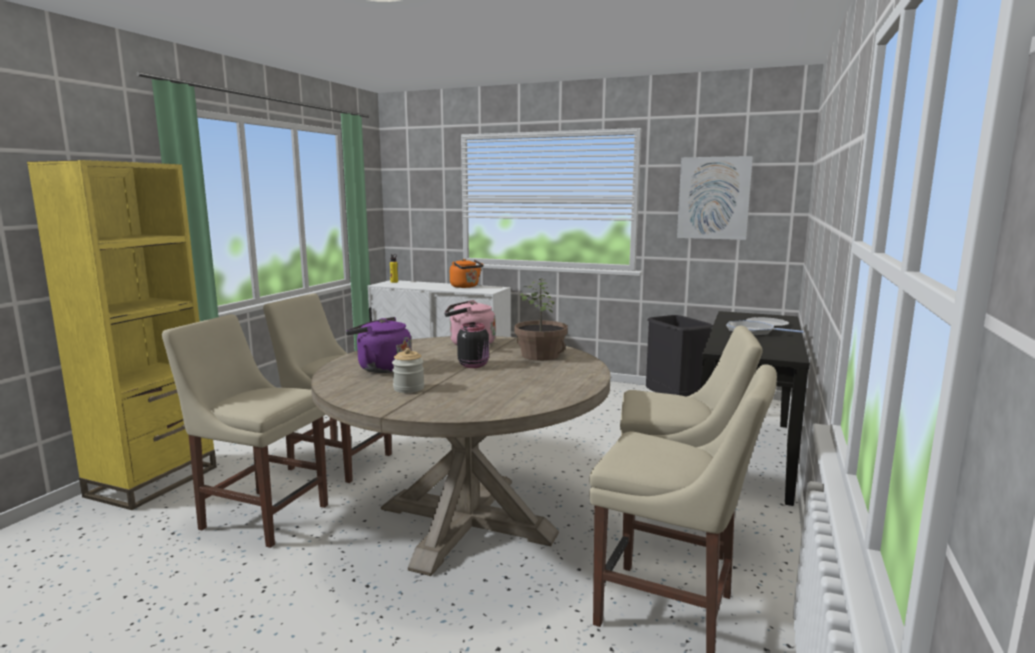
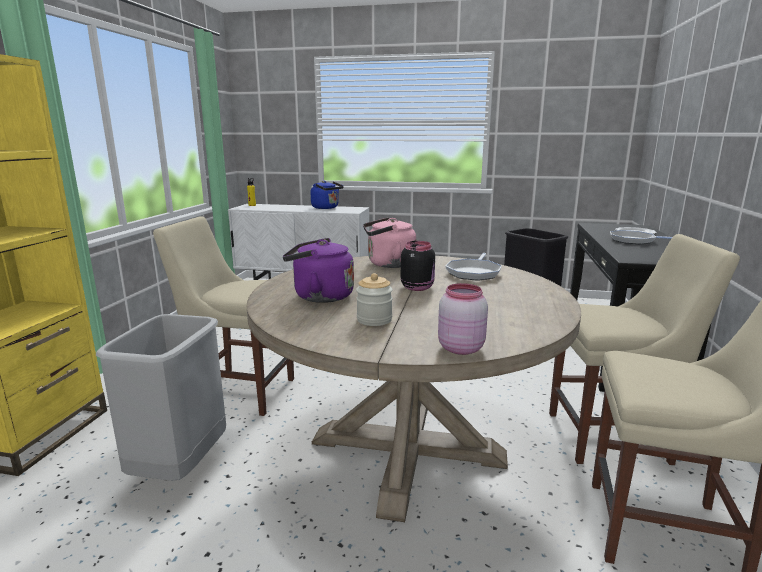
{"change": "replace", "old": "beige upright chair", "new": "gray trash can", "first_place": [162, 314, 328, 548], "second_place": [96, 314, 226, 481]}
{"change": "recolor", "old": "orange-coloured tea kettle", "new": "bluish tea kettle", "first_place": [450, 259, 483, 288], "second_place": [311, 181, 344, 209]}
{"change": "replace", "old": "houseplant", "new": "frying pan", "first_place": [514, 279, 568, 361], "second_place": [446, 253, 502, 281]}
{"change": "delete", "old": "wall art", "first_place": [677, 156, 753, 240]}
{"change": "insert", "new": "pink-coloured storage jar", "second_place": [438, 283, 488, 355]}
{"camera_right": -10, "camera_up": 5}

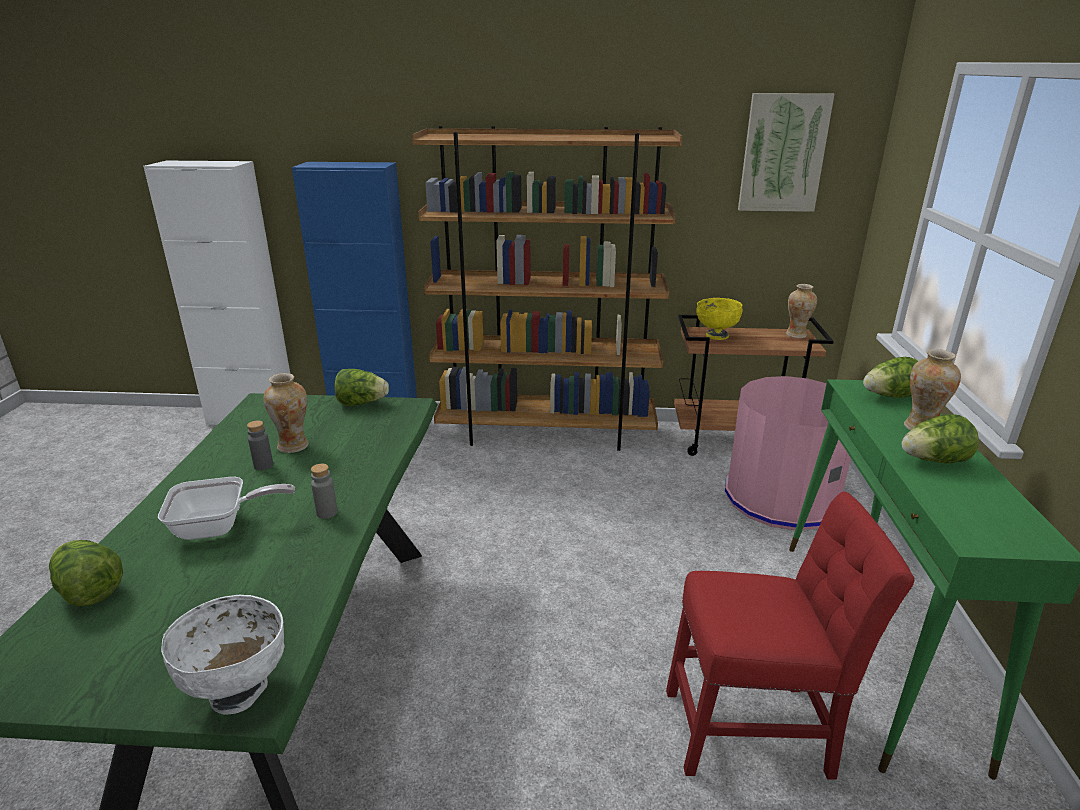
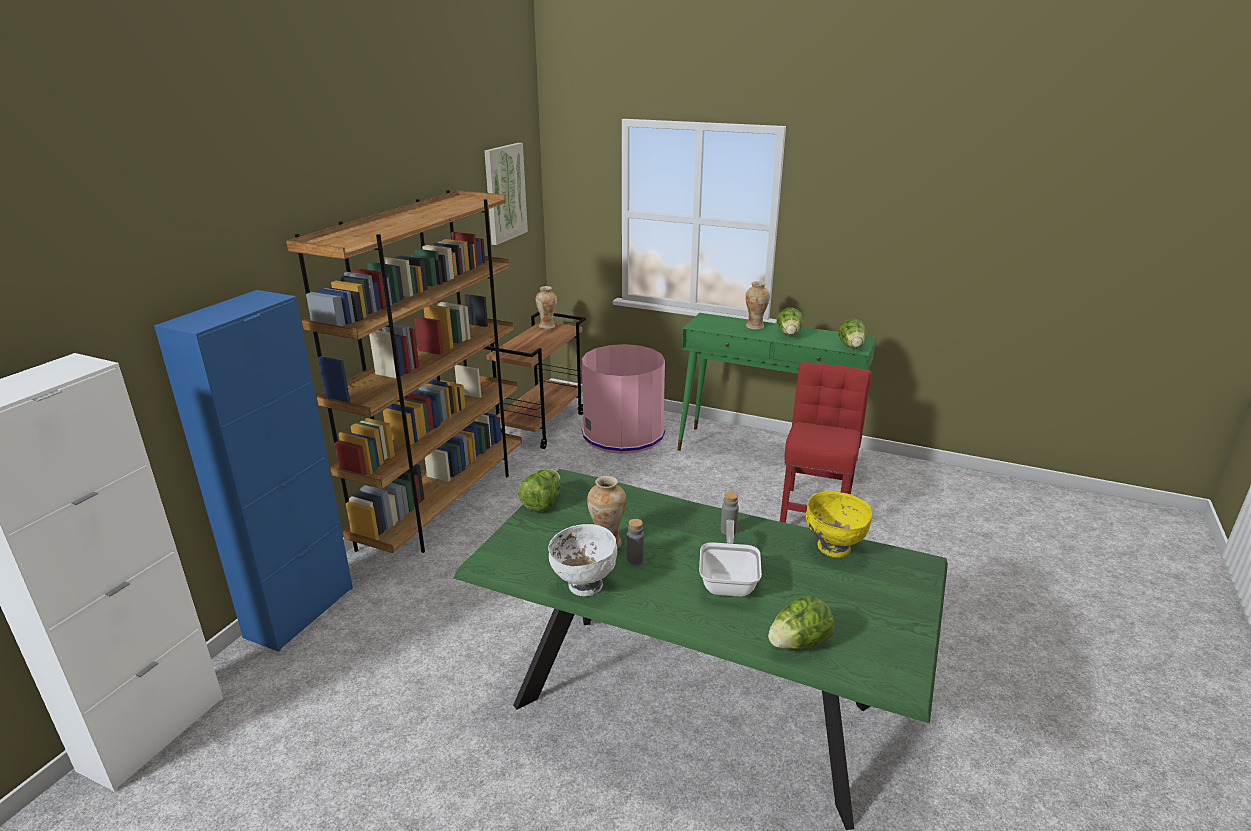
{"change": "move", "old": "white-coloured serving bowl", "first_place": [161, 595, 285, 715], "second_place": [548, 524, 617, 596]}
{"change": "move", "old": "yellowish serving bowl", "first_place": [696, 298, 743, 340], "second_place": [806, 491, 872, 557]}
{"change": "move", "old": "lettuce head", "first_place": [863, 357, 918, 398], "second_place": [839, 319, 867, 348]}
{"camera_right": -70, "camera_up": 0}

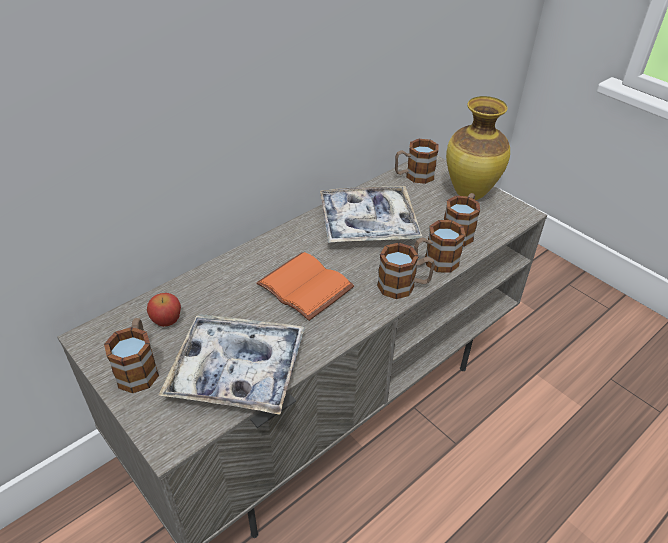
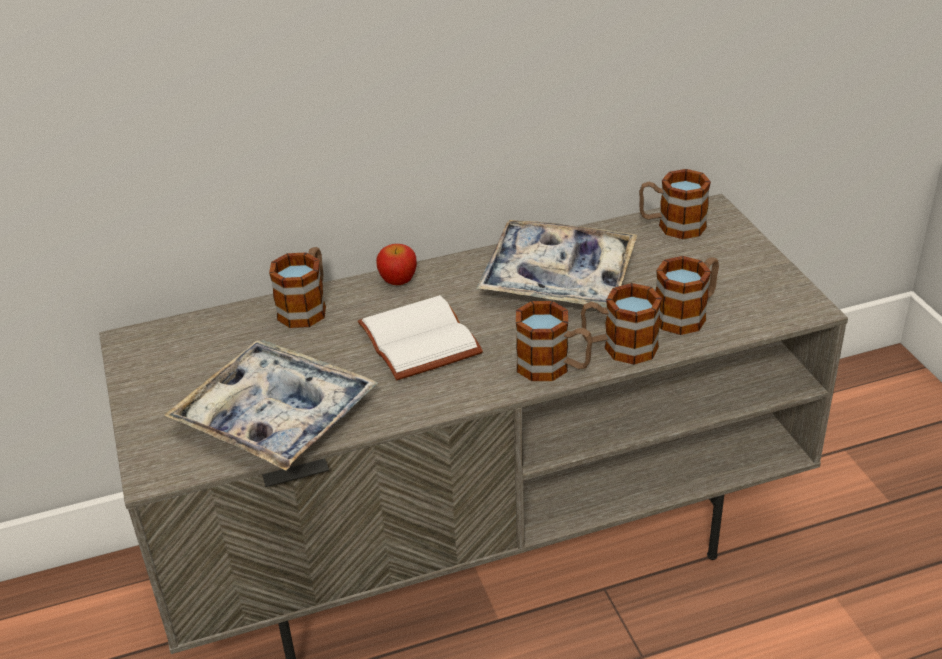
{"change": "move", "old": "mug", "first_place": [104, 318, 159, 393], "second_place": [269, 247, 326, 328]}
{"change": "move", "old": "apple", "first_place": [147, 293, 181, 327], "second_place": [376, 244, 417, 285]}
{"change": "recolor", "old": "orange-coloured book", "new": "white-coloured book", "first_place": [256, 252, 354, 321], "second_place": [358, 295, 483, 380]}
{"change": "delete", "old": "flower vase", "first_place": [446, 96, 510, 200]}
{"camera_right": 25, "camera_up": -5}

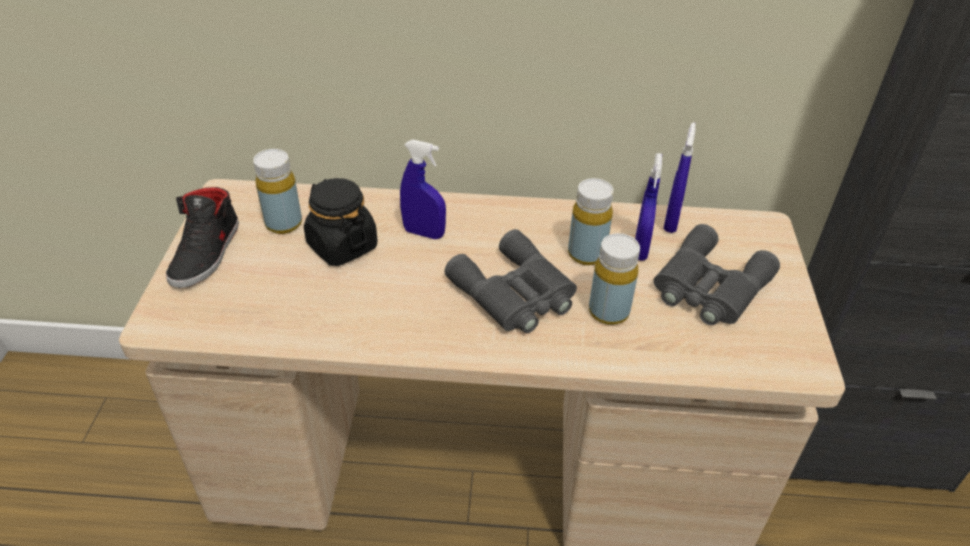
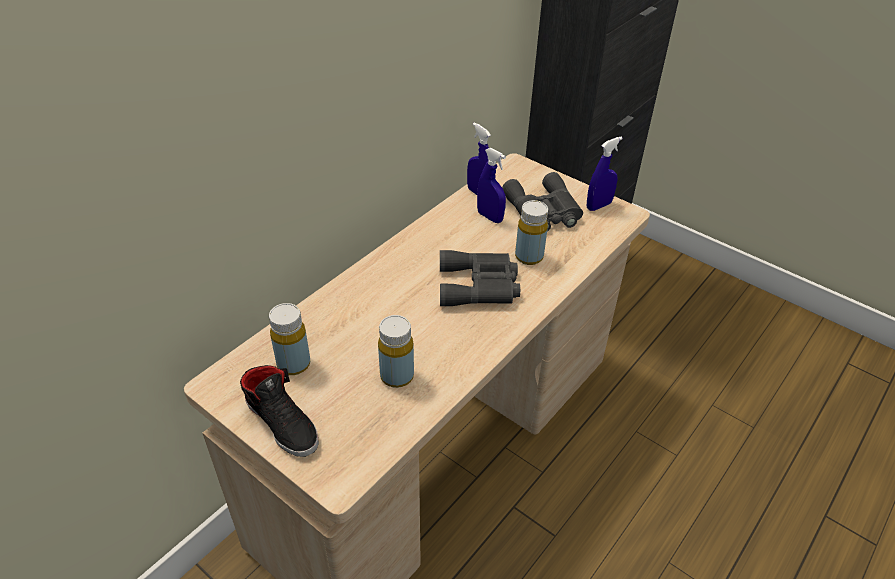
{"change": "delete", "old": "blackish storage jar", "first_place": [304, 178, 378, 266]}
{"change": "move", "old": "bluish spray bottle", "first_place": [400, 140, 446, 239], "second_place": [587, 136, 623, 211]}
{"change": "move", "old": "yellowish beverage bottle", "first_place": [568, 178, 614, 265], "second_place": [378, 315, 414, 388]}
{"camera_right": -55, "camera_up": 0}

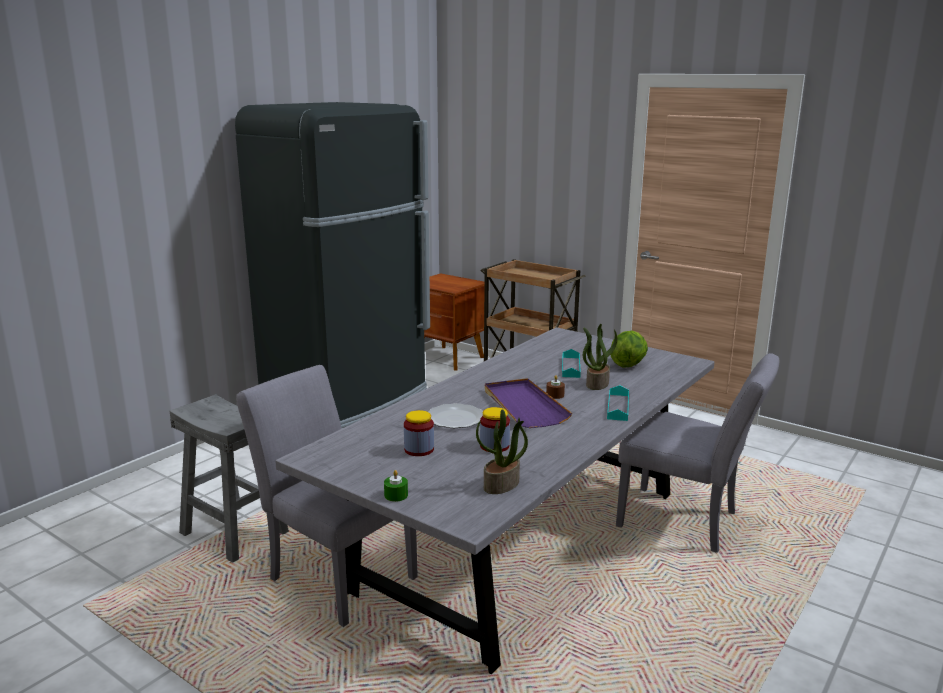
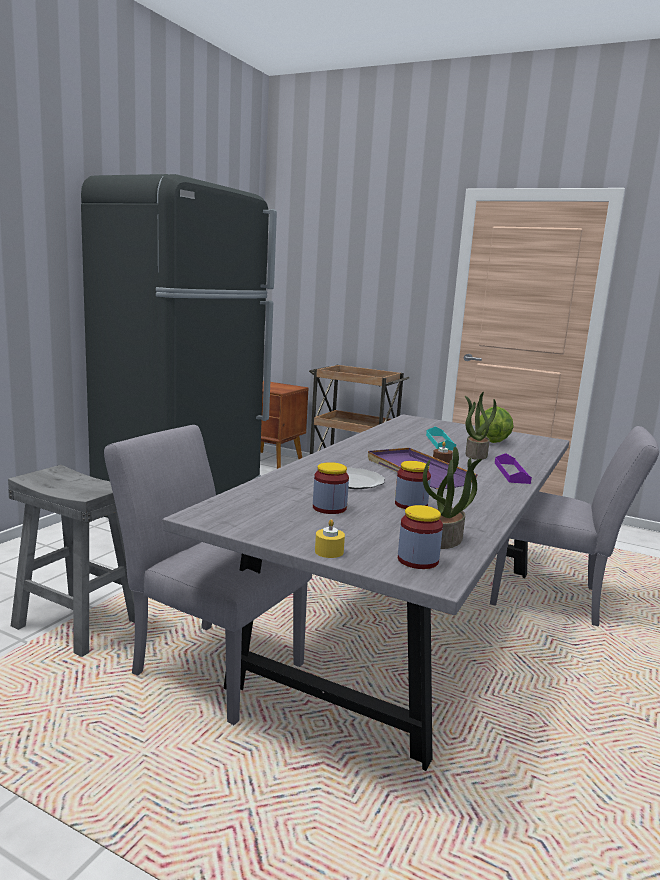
{"change": "recolor", "old": "green-coloured wax candle", "new": "yellowish wax candle", "first_place": [384, 470, 408, 502], "second_place": [315, 519, 345, 558]}
{"change": "recolor", "old": "blue-green serving tray", "new": "purple serving tray", "first_place": [607, 385, 629, 421], "second_place": [495, 453, 532, 484]}
{"change": "insert", "new": "storage jar", "second_place": [398, 505, 443, 569]}
{"camera_right": -10, "camera_up": -5}

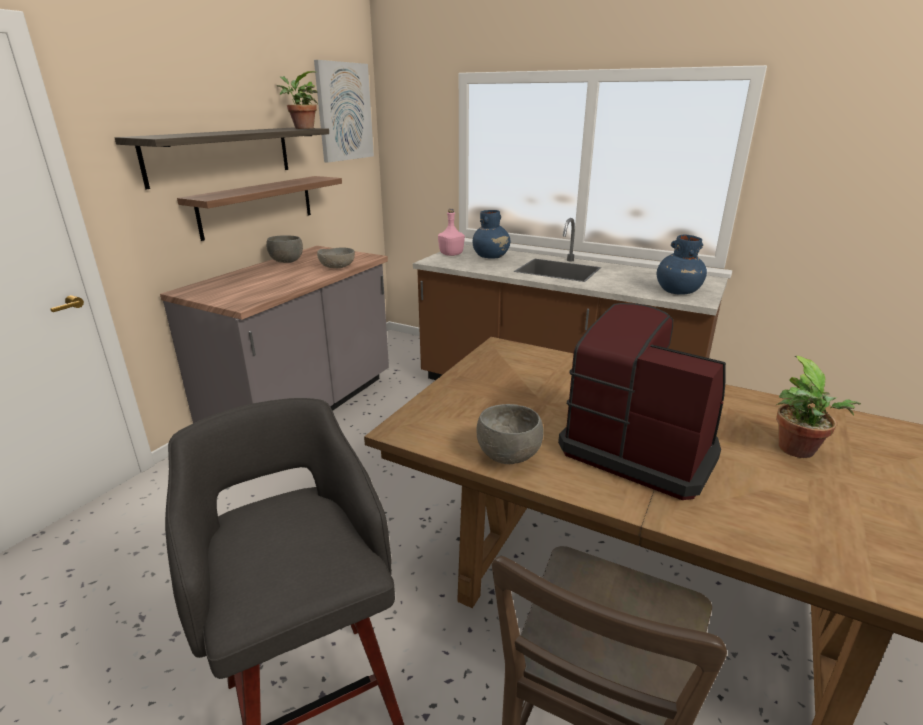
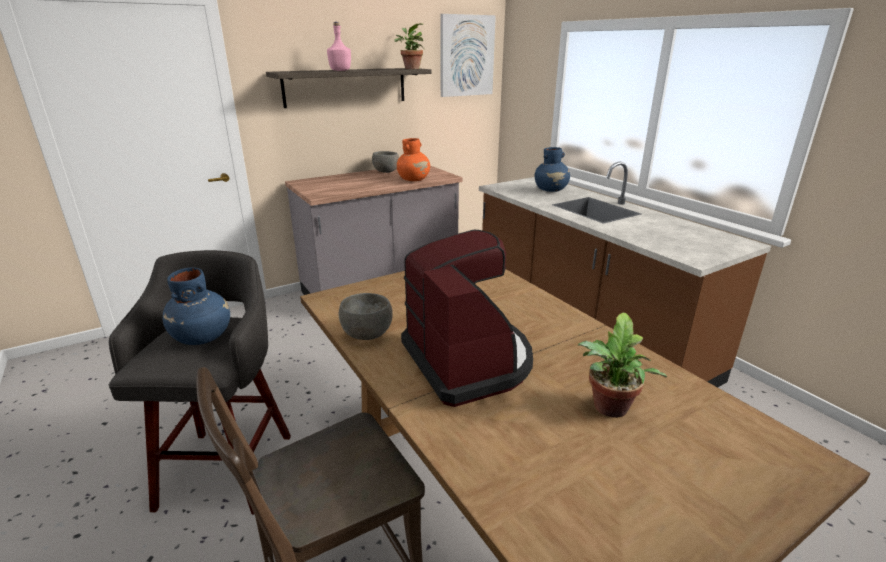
{"change": "delete", "old": "shelf", "first_place": [177, 176, 342, 241]}
{"change": "replace", "old": "gray serving bowl", "new": "orange-coloured flower vase", "first_place": [317, 248, 355, 268], "second_place": [397, 138, 430, 181]}
{"change": "move", "old": "pink-coloured beverage bottle", "first_place": [438, 209, 465, 256], "second_place": [327, 22, 351, 71]}
{"change": "move", "old": "bluish flower vase", "first_place": [656, 235, 707, 295], "second_place": [163, 267, 230, 345]}
{"camera_right": 30, "camera_up": 0}

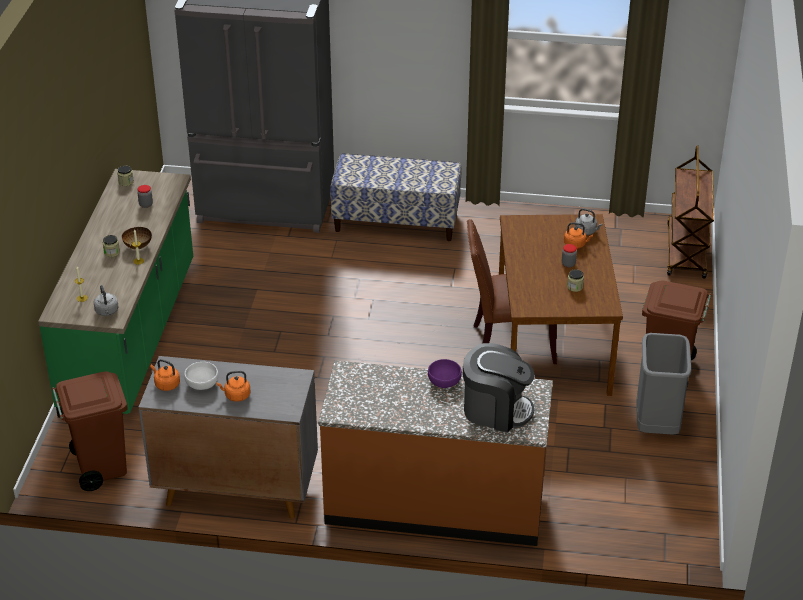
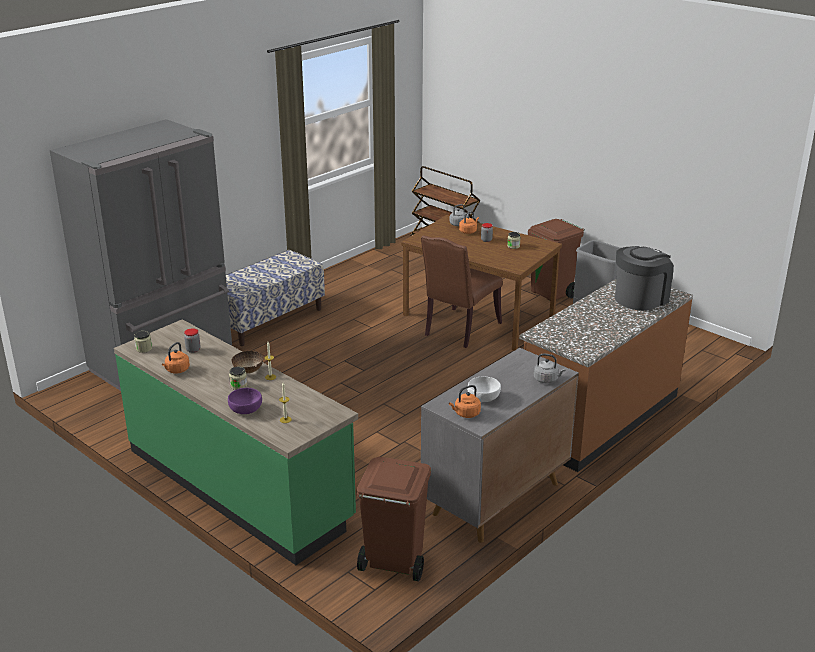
{"change": "move", "old": "gray tea kettle", "first_place": [94, 285, 119, 316], "second_place": [534, 353, 566, 383]}
{"change": "move", "old": "orange-coloured tea kettle", "first_place": [217, 371, 251, 402], "second_place": [162, 342, 190, 374]}
{"change": "move", "old": "purple serving bowl", "first_place": [428, 359, 462, 388], "second_place": [228, 388, 262, 414]}
{"camera_right": -55, "camera_up": -10}

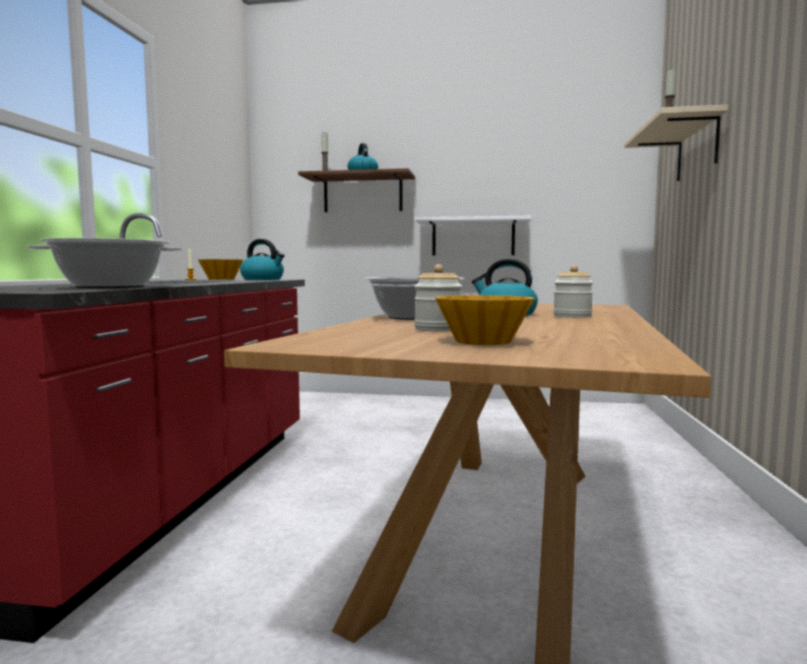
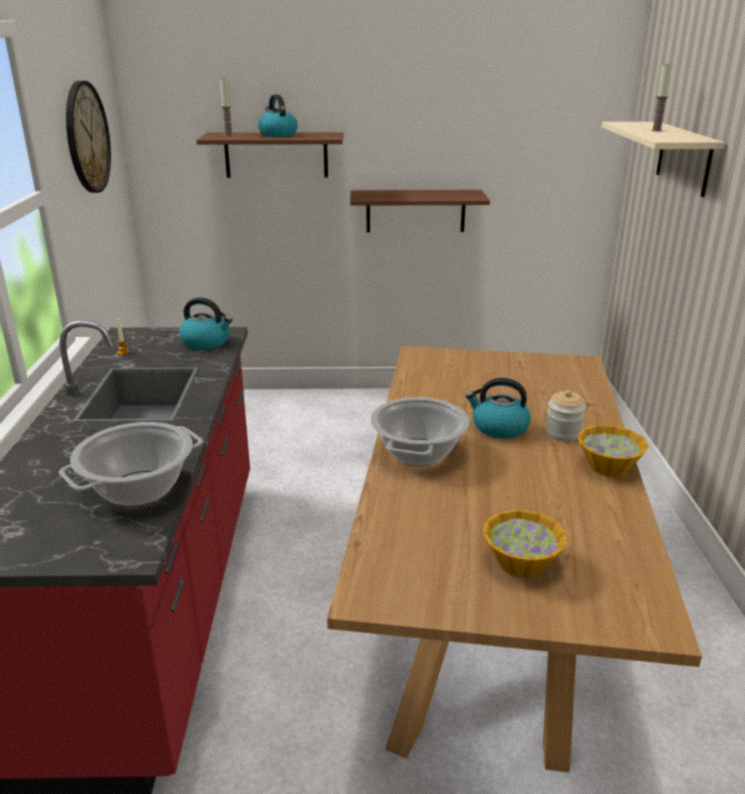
{"change": "move", "old": "serving bowl", "first_place": [198, 259, 243, 280], "second_place": [578, 425, 648, 477]}
{"change": "recolor", "old": "white-coloured shelf", "new": "brown shelf", "first_place": [414, 216, 532, 256], "second_place": [350, 190, 490, 232]}
{"change": "delete", "old": "storage jar", "first_place": [414, 264, 462, 332]}
{"change": "insert", "new": "hanging clock", "second_place": [66, 81, 111, 193]}
{"camera_right": -10, "camera_up": 20}

